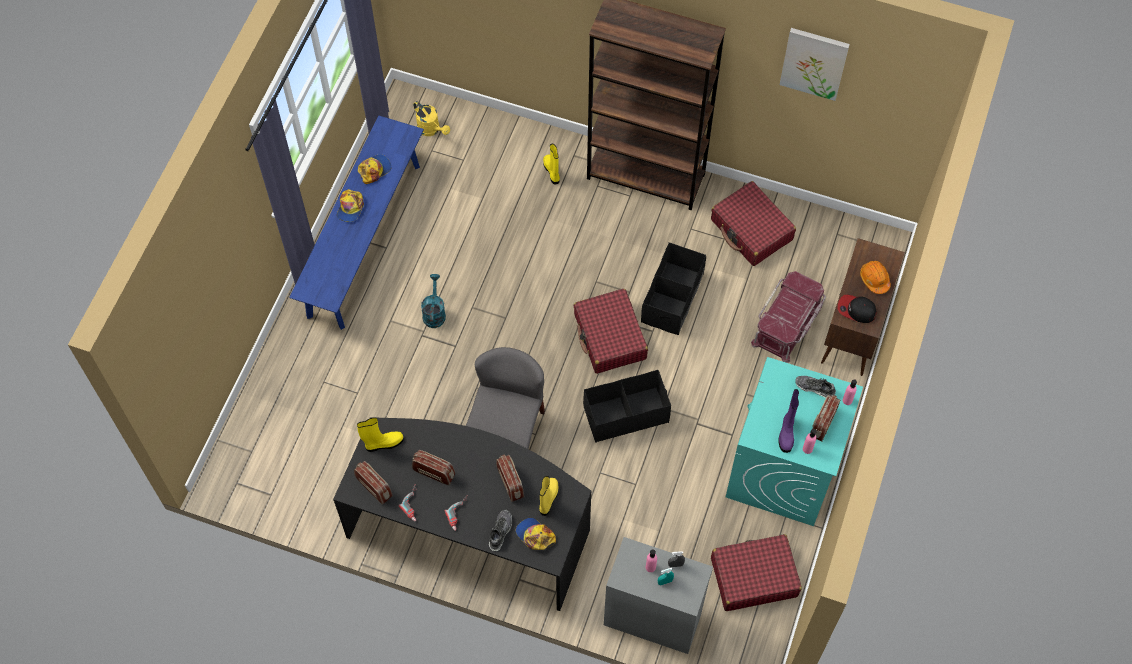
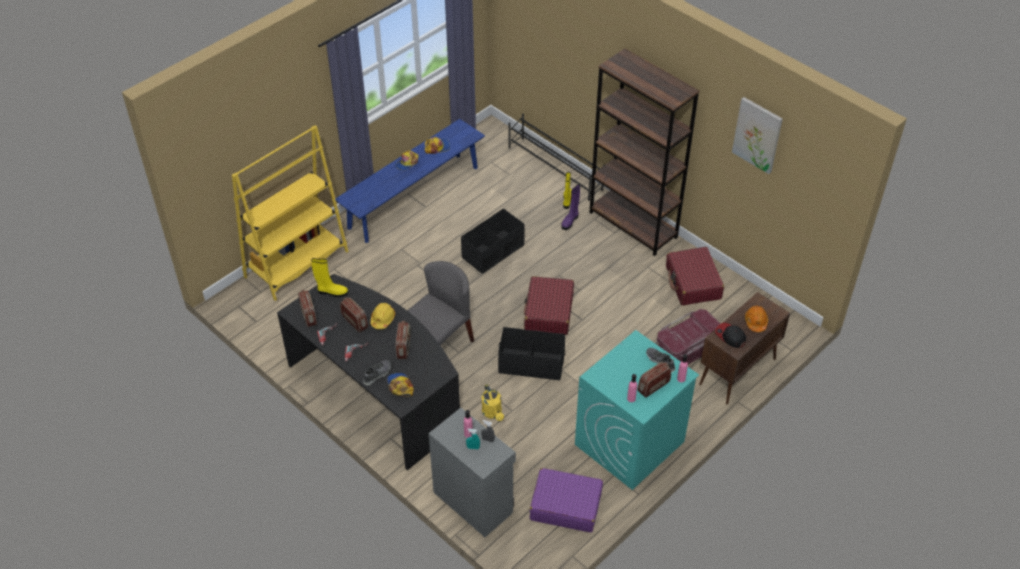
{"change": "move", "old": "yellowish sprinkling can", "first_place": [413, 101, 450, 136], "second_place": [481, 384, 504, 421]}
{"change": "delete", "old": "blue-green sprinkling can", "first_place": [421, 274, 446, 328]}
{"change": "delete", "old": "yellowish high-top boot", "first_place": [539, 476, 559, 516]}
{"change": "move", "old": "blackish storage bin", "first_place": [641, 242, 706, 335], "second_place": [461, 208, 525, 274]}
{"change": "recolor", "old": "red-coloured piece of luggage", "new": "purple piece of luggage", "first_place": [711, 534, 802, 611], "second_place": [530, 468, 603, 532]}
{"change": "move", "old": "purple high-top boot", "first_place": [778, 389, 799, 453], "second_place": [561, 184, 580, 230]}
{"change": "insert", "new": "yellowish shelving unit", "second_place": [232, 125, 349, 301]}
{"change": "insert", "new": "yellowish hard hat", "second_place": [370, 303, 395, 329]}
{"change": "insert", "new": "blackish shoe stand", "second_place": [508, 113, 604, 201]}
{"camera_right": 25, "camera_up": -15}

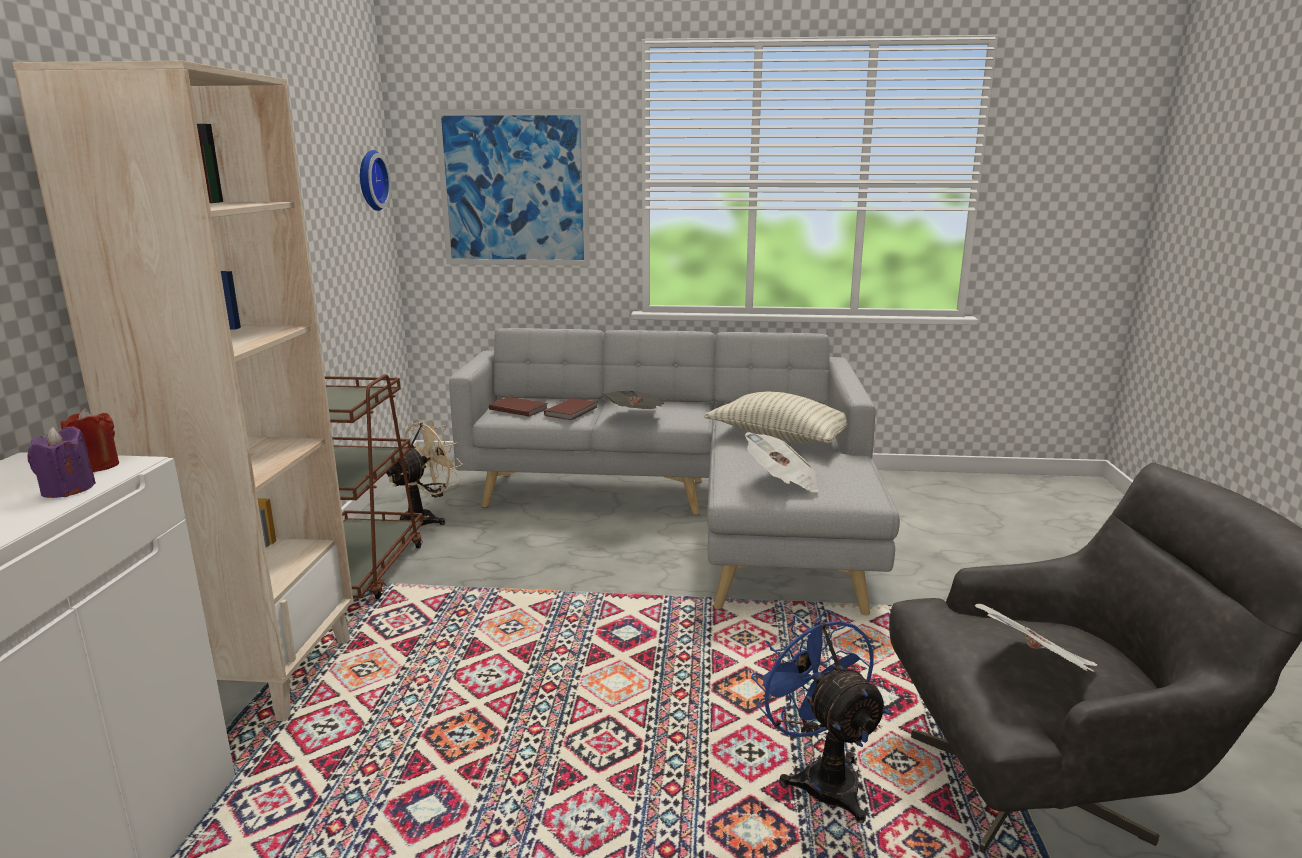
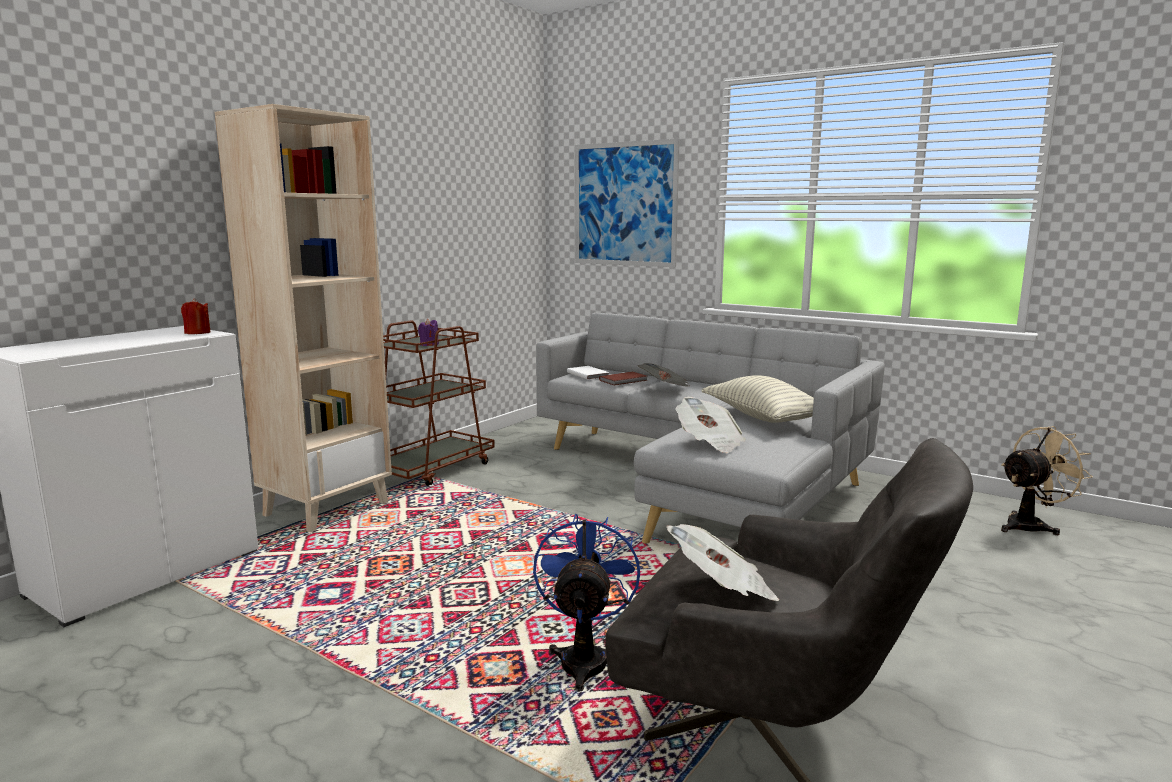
{"change": "move", "old": "purple wax candle", "first_place": [27, 427, 96, 498], "second_place": [418, 319, 439, 346]}
{"change": "delete", "old": "hanging clock", "first_place": [360, 150, 391, 211]}
{"change": "move", "old": "beige fan", "first_place": [386, 420, 463, 526], "second_place": [1001, 426, 1093, 535]}
{"change": "recolor", "old": "brown book", "new": "white-coloured book", "first_place": [489, 397, 548, 417], "second_place": [567, 366, 609, 380]}
{"camera_right": 30, "camera_up": -5}

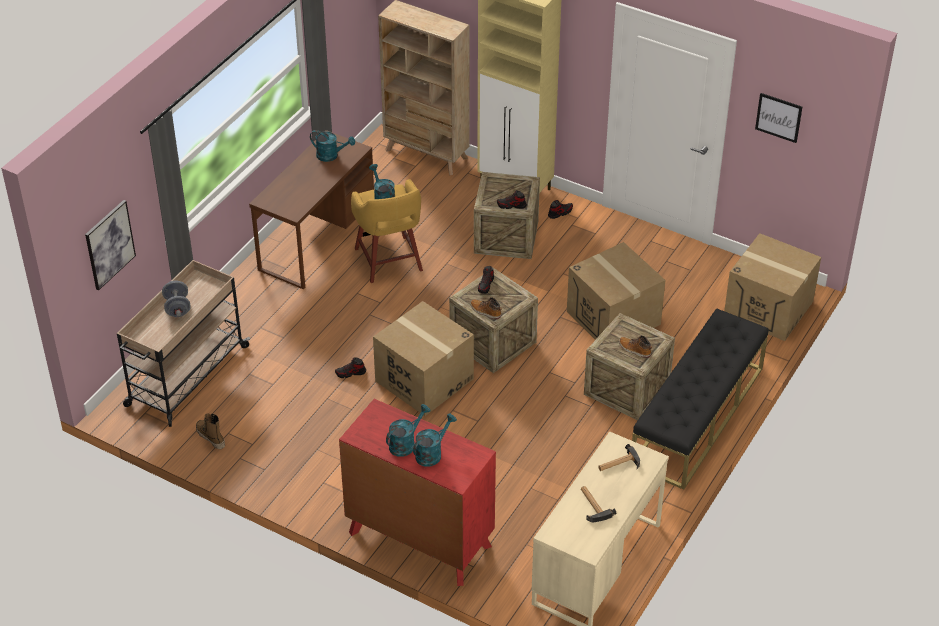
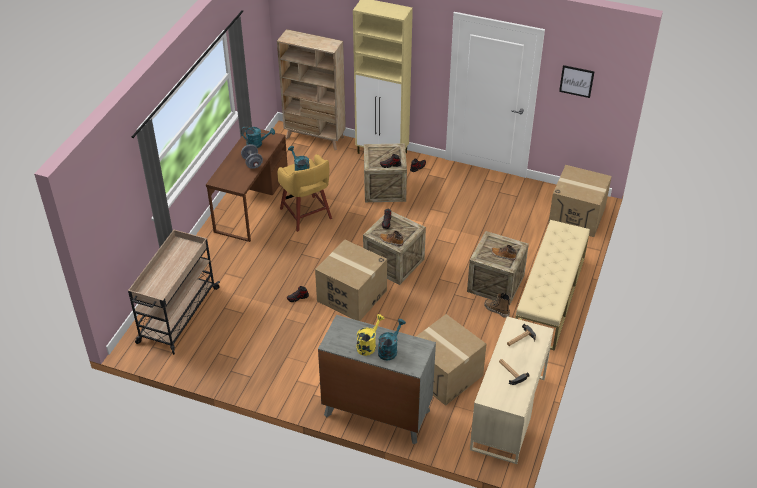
{"change": "delete", "old": "wall art", "first_place": [85, 200, 136, 290]}
{"change": "move", "old": "gray free weight", "first_place": [162, 280, 191, 317], "second_place": [241, 144, 263, 169]}
{"change": "move", "old": "high-top boot", "first_place": [196, 414, 225, 449], "second_place": [484, 293, 511, 318]}
{"change": "recolor", "old": "red-coloured dresser", "new": "gray dresser", "first_place": [339, 399, 496, 586], "second_place": [318, 315, 436, 444]}
{"change": "recolor", "old": "blue-green sprinkling can", "new": "yellowish sprinkling can", "first_place": [386, 404, 430, 457], "second_place": [356, 314, 384, 356]}
{"change": "move", "old": "cardboard box", "first_place": [567, 242, 665, 340], "second_place": [416, 314, 487, 406]}
{"change": "recolor", "old": "blackish indoor bench", "new": "beige indoor bench", "first_place": [632, 308, 769, 490], "second_place": [515, 220, 590, 351]}
{"camera_right": -10, "camera_up": 0}

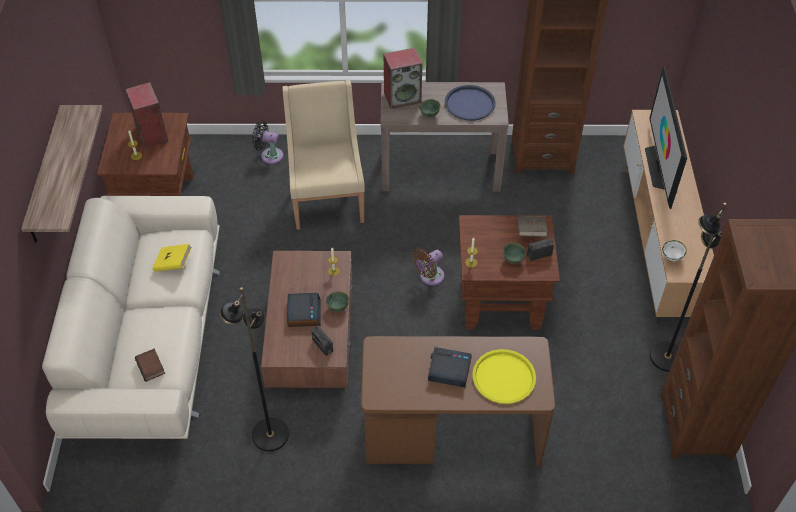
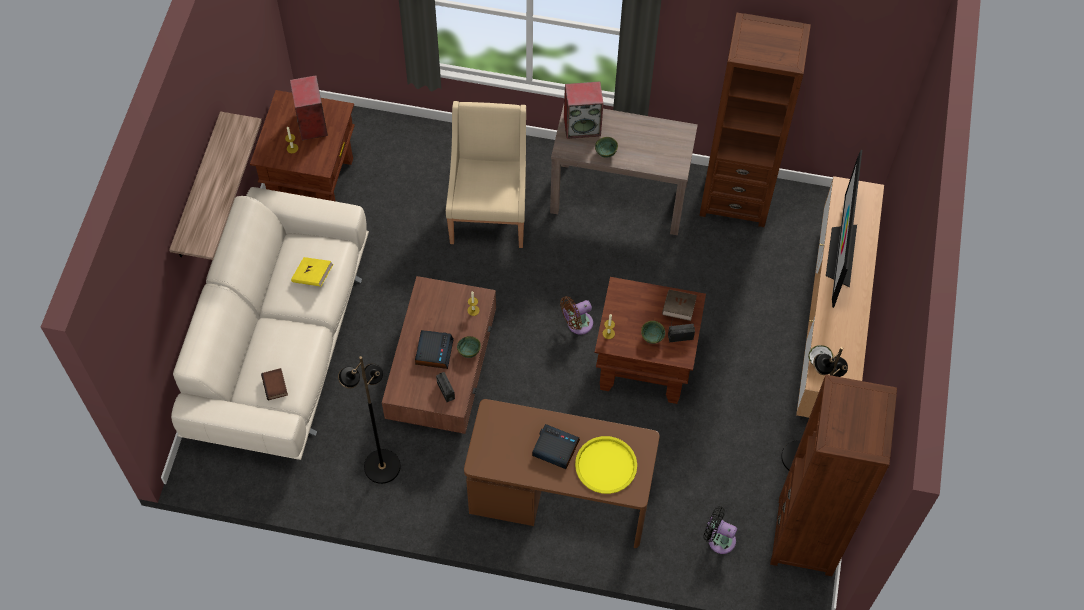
{"change": "move", "old": "blackish fan", "first_place": [252, 121, 283, 164], "second_place": [703, 506, 737, 554]}
{"change": "delete", "old": "bluish serving tray", "first_place": [445, 85, 496, 121]}
{"camera_right": 10, "camera_up": 10}

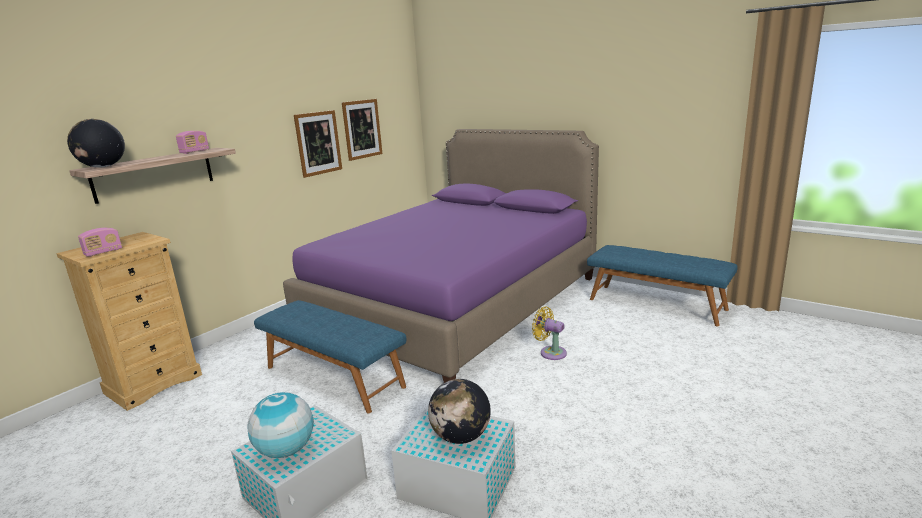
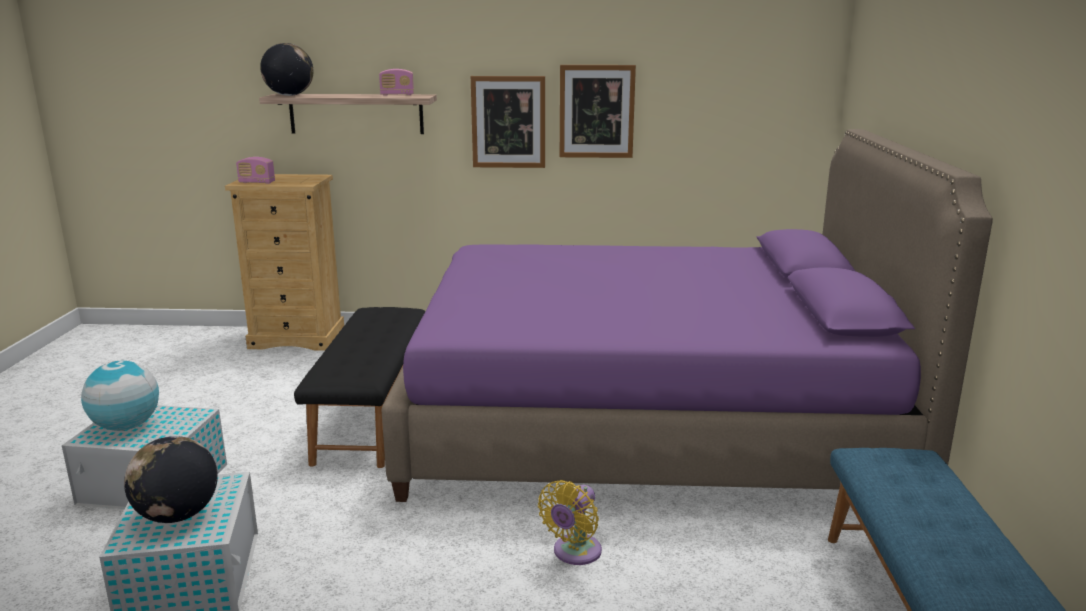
{"change": "recolor", "old": "bluish indoor bench", "new": "blackish indoor bench", "first_place": [254, 300, 406, 413], "second_place": [294, 307, 425, 468]}
{"change": "move", "old": "wall art", "first_place": [342, 99, 383, 161], "second_place": [471, 76, 545, 168]}
{"change": "rotate", "old": "yellowish fan", "first_place": [532, 306, 567, 360], "second_place": [538, 480, 602, 565], "degrees": -150}
{"camera_right": 55, "camera_up": 0}

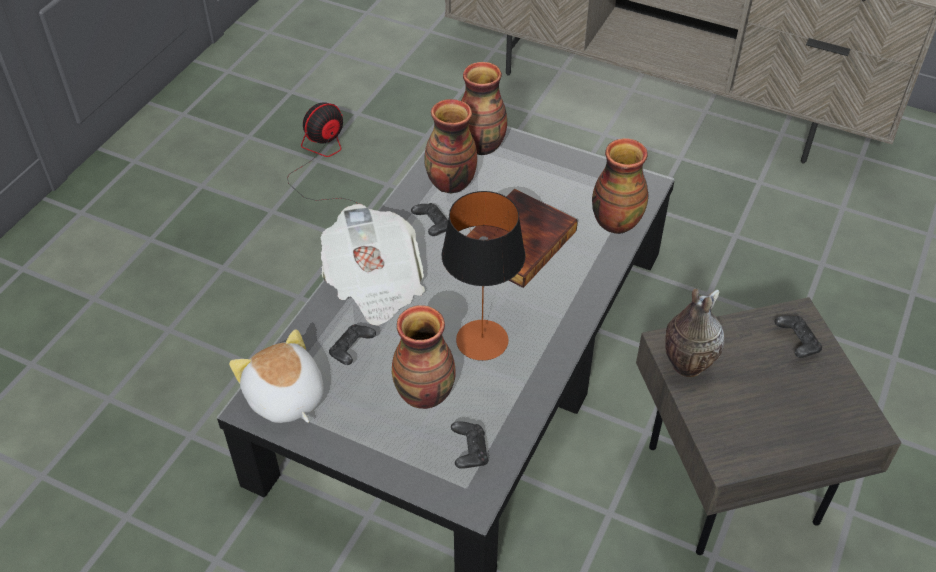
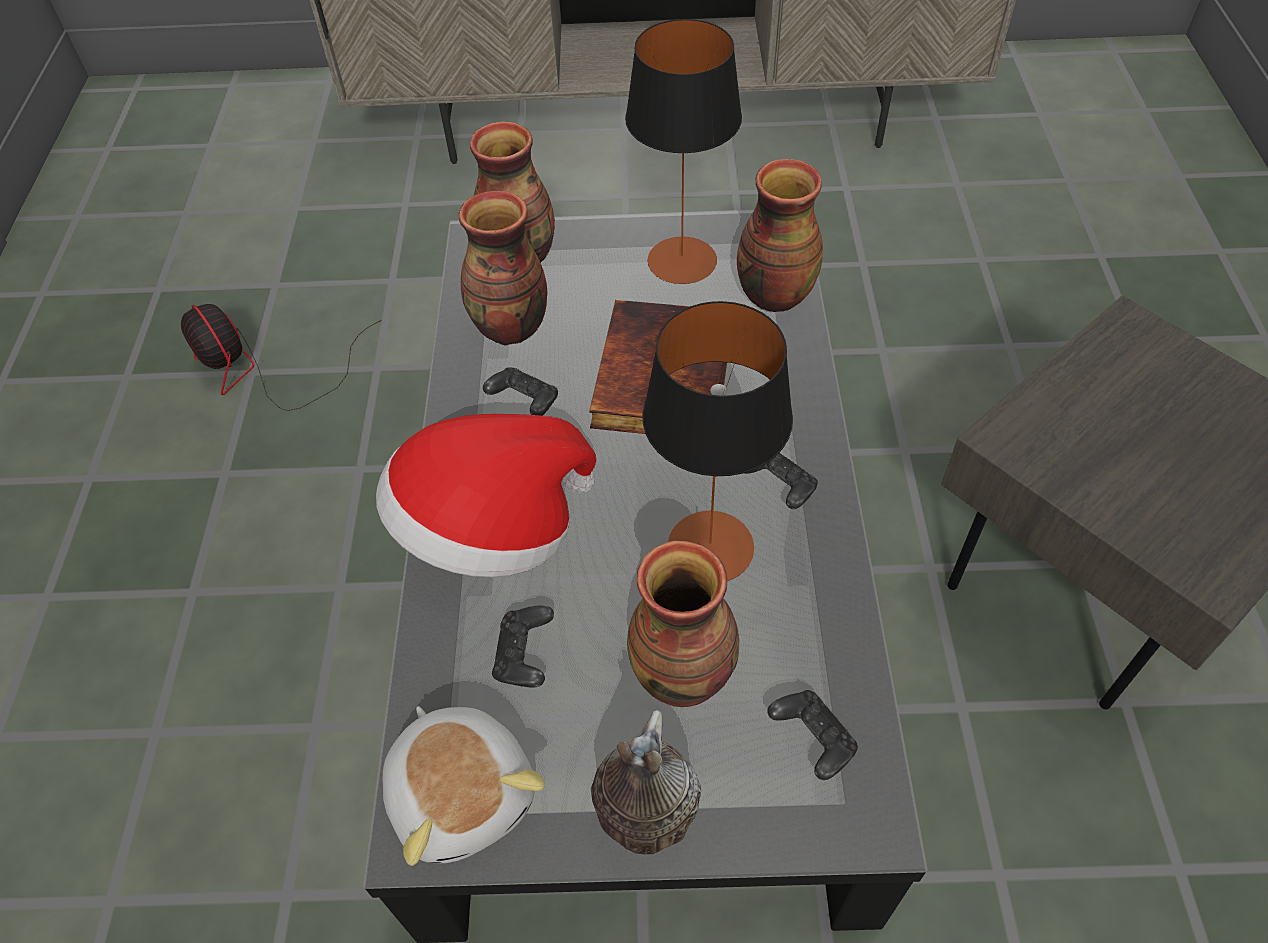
{"change": "rotate", "old": "plush toy", "first_place": [229, 329, 324, 423], "second_place": [383, 706, 545, 866], "degrees": -150}
{"change": "rotate", "old": "fan", "first_place": [287, 102, 359, 204], "second_place": [181, 304, 382, 411], "degrees": -60}
{"change": "replace", "old": "newspaper", "new": "hat", "first_place": [321, 204, 425, 326], "second_place": [376, 414, 596, 577]}
{"change": "move", "old": "flower vase", "first_place": [665, 289, 724, 377], "second_place": [591, 710, 701, 854]}
{"change": "move", "old": "blackish gamepad", "first_place": [775, 315, 822, 358], "second_place": [745, 452, 818, 509]}
{"change": "insert", "new": "tabletop lamp", "second_place": [625, 19, 742, 284]}
{"camera_right": -25, "camera_up": 5}

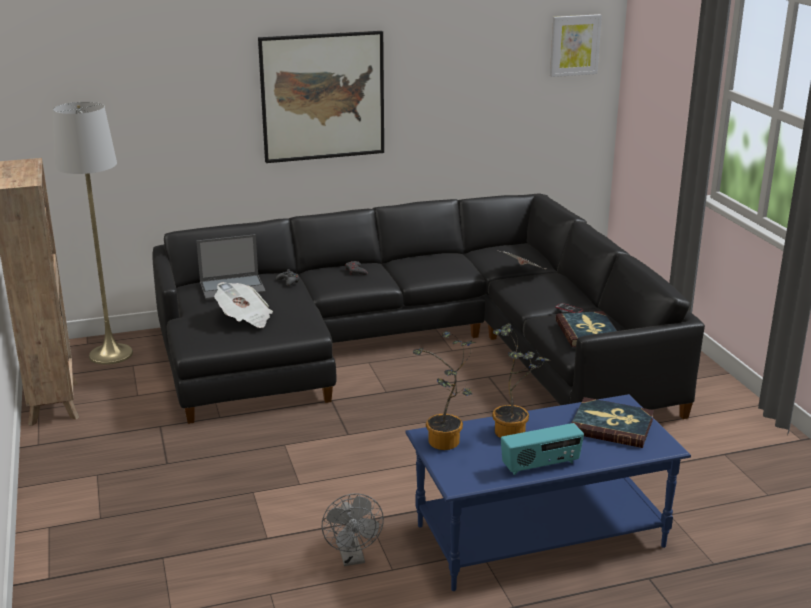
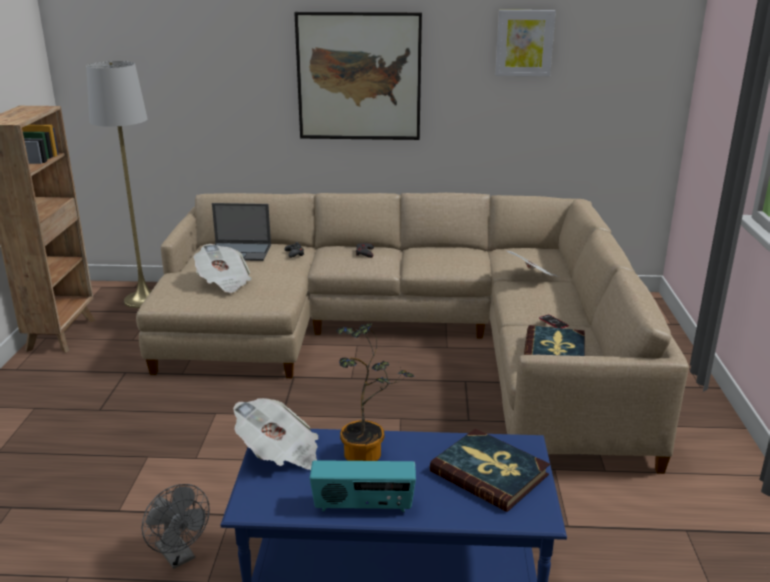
{"change": "recolor", "old": "blackish sofa", "new": "beige sofa", "first_place": [153, 193, 705, 424], "second_place": [136, 193, 689, 474]}
{"change": "rotate", "old": "gray fan", "first_place": [322, 493, 384, 566], "second_place": [141, 484, 210, 569], "degrees": -45}
{"change": "replace", "old": "houseplant", "new": "newspaper", "first_place": [413, 331, 477, 450], "second_place": [233, 398, 319, 470]}
{"change": "move", "old": "wall art", "first_place": [550, 14, 602, 77], "second_place": [495, 10, 556, 76]}
{"camera_right": 20, "camera_up": 0}

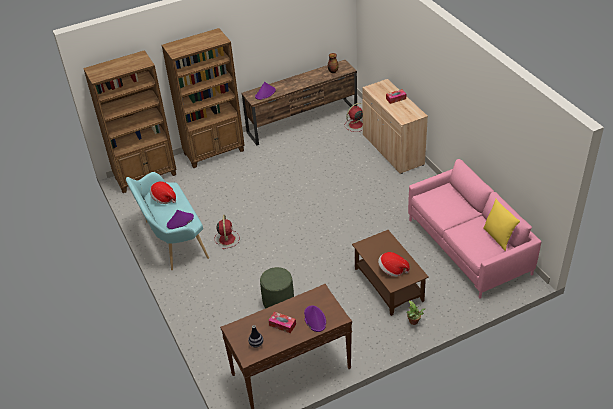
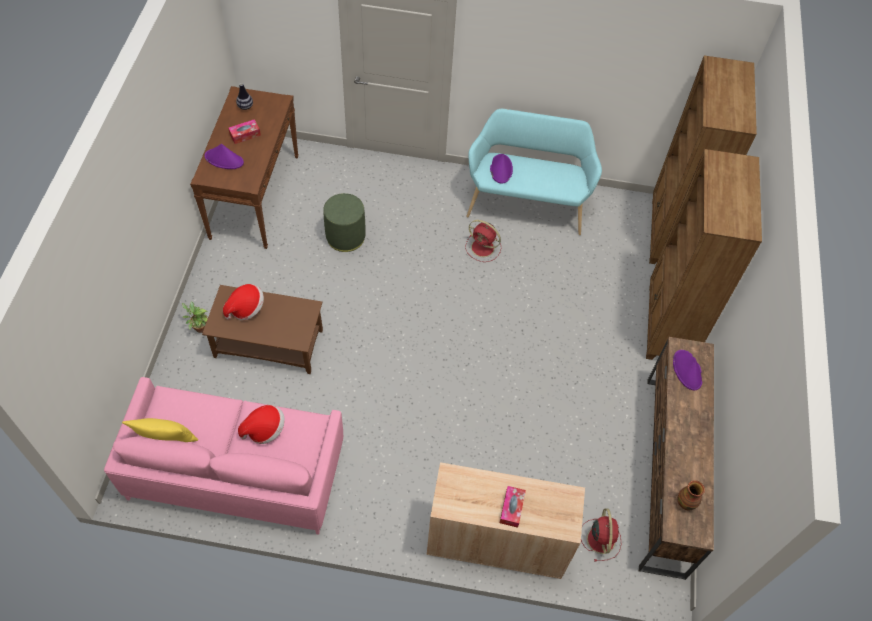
{"change": "move", "old": "hat", "first_place": [150, 181, 176, 204], "second_place": [238, 405, 285, 444]}
{"camera_right": 120, "camera_up": 15}

